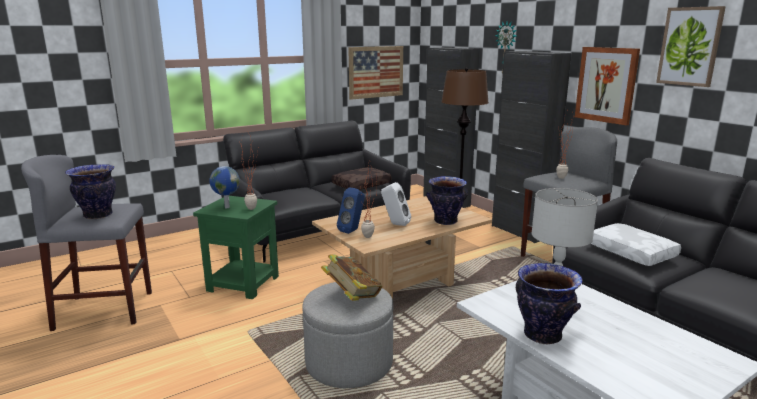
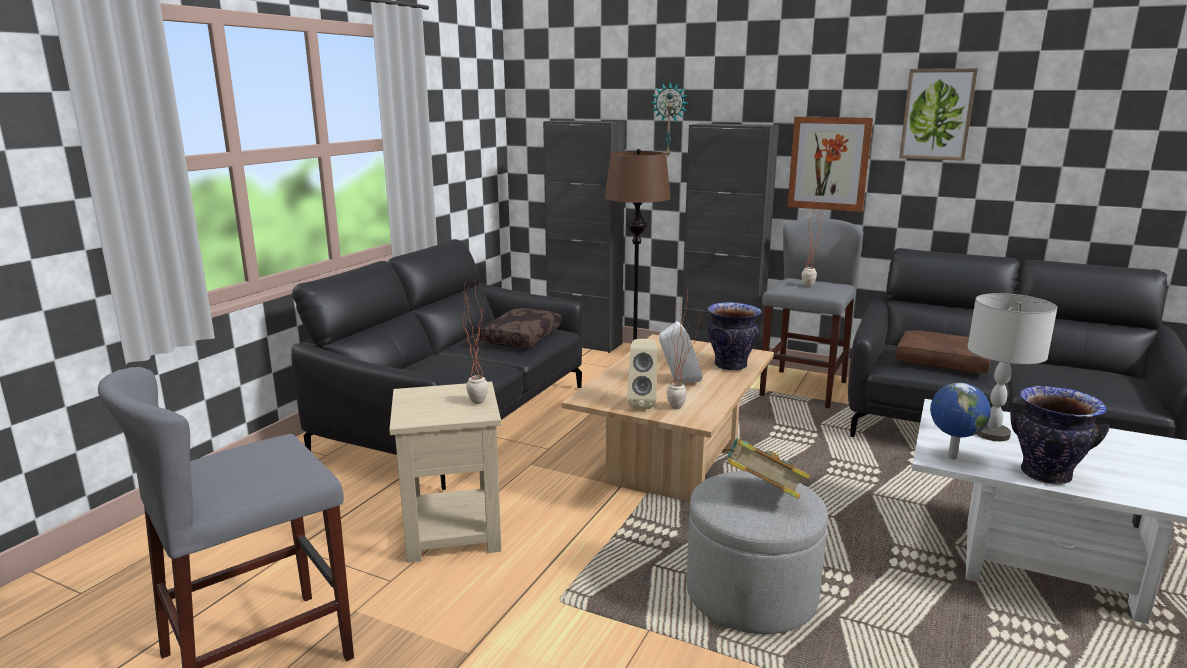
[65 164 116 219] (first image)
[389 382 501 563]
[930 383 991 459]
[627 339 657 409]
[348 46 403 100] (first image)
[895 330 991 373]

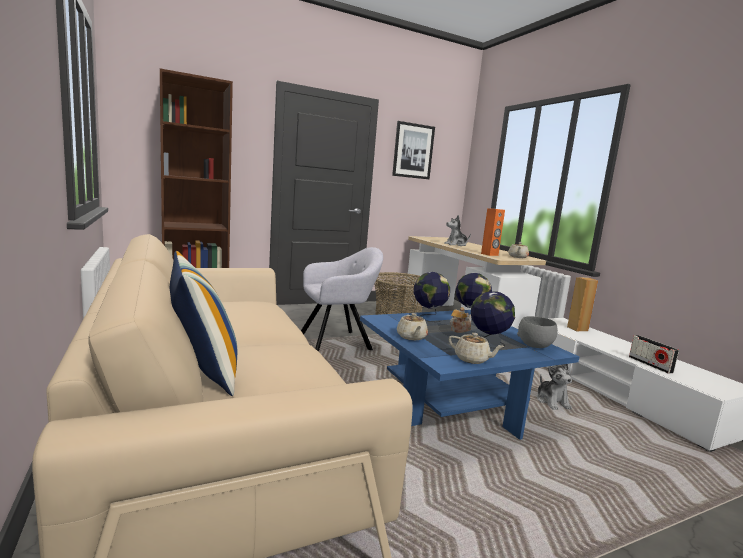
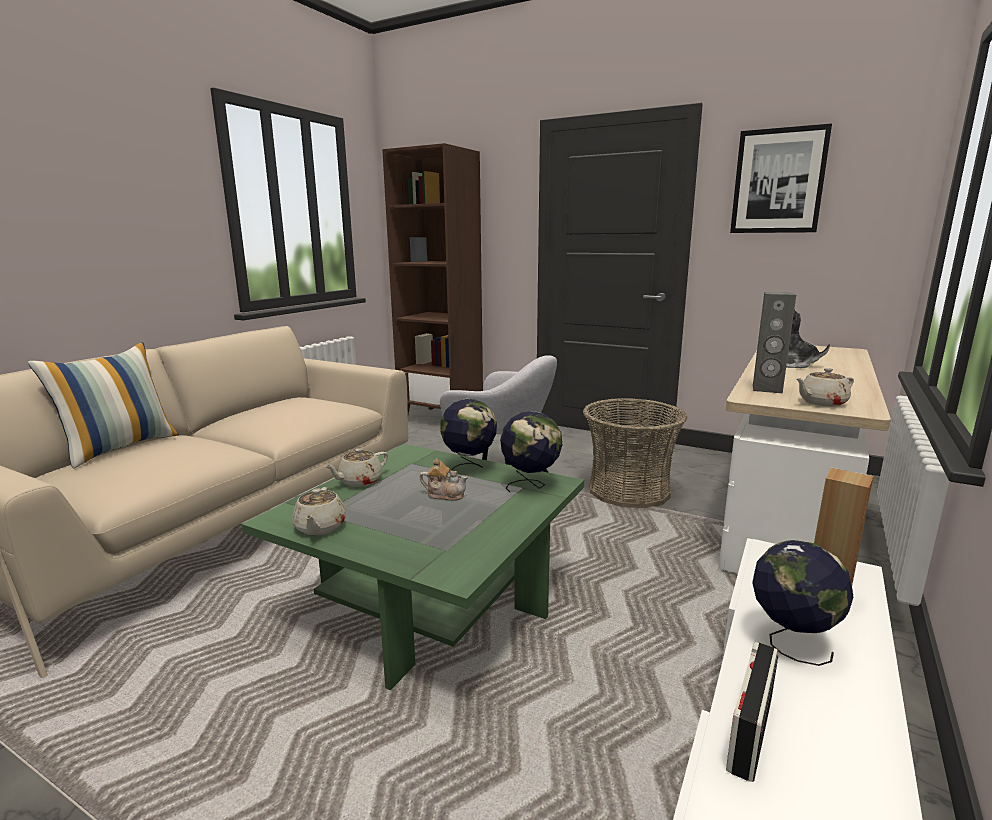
[242 444 584 690]
[752 540 853 666]
[753 292 796 393]
[517 316 558 348] (first image)
[536 364 572 410] (first image)

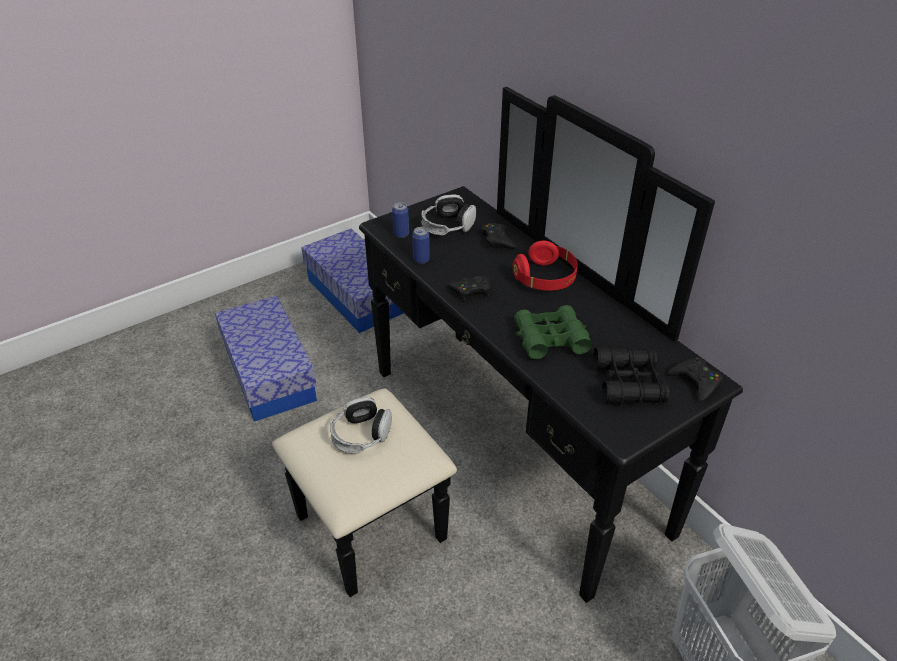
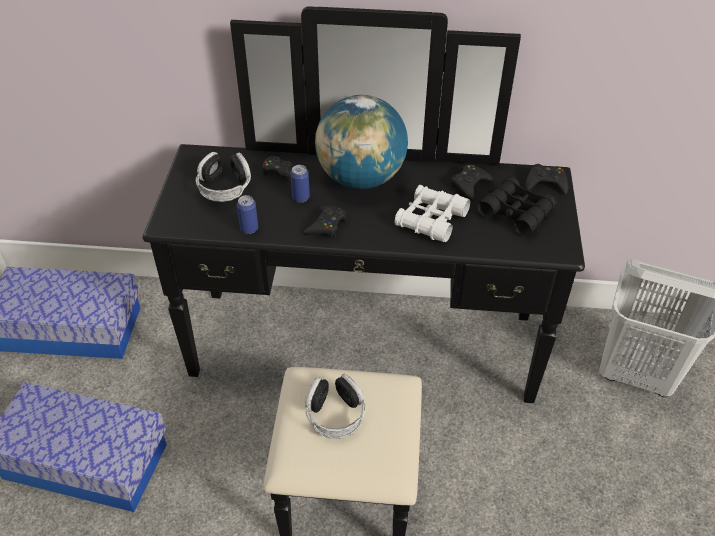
[290 165 310 203]
[315 95 408 189]
[394 185 470 242]
[451 164 494 201]

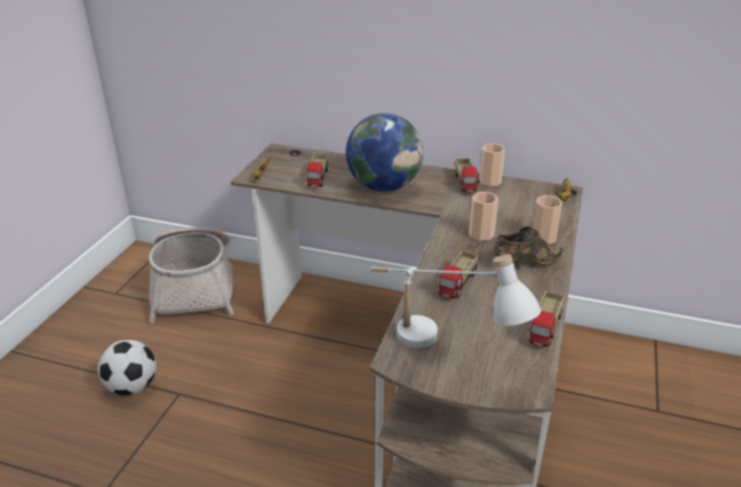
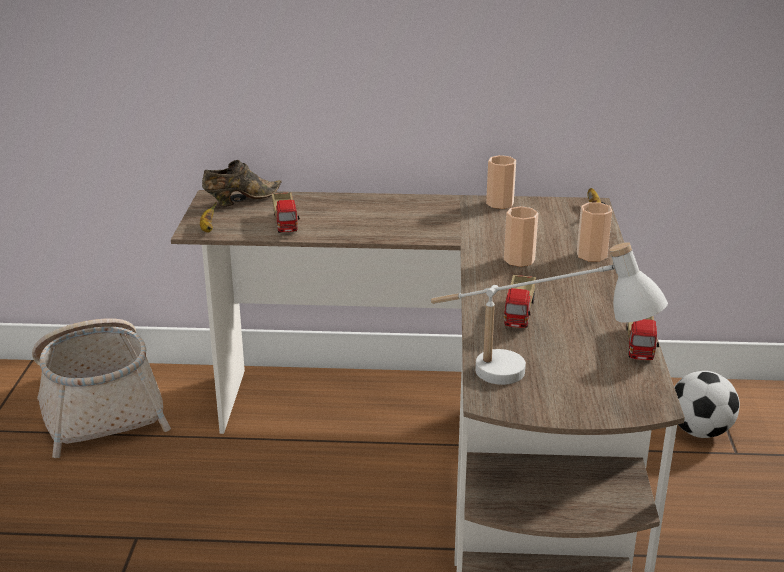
[674 371 740 438]
[346 113 423 192] (first image)
[455 159 480 192] (first image)
[202 160 282 207]

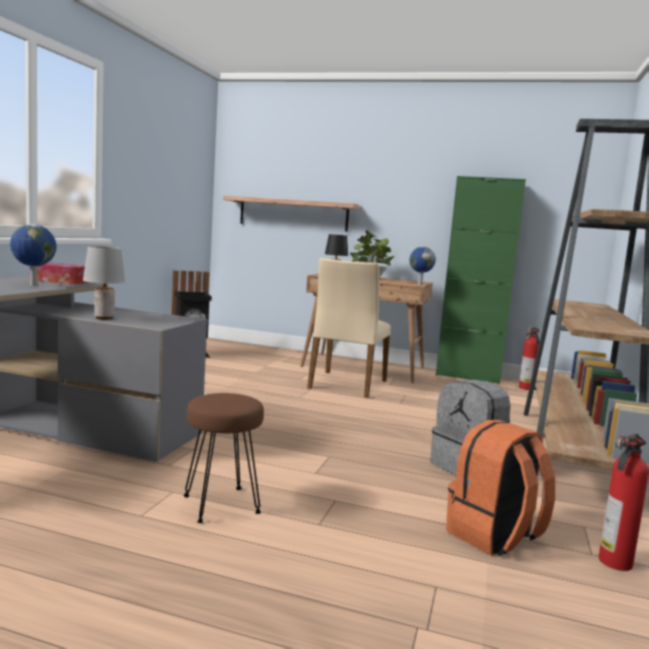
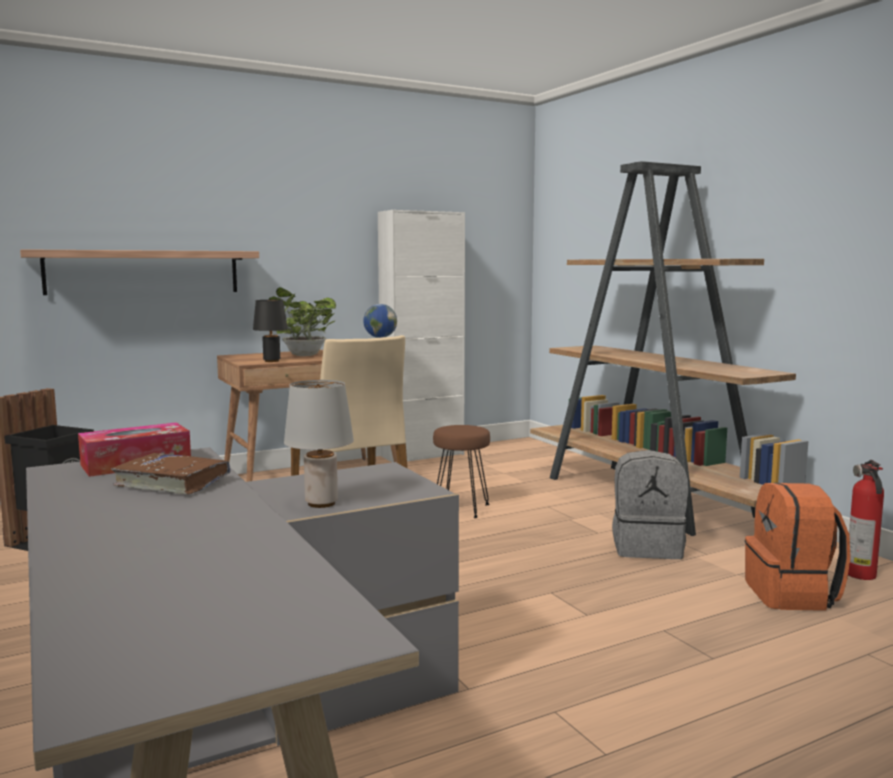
[111 453 231 494]
[433 425 490 518]
[378 210 465 462]
[519 327 540 390] (first image)

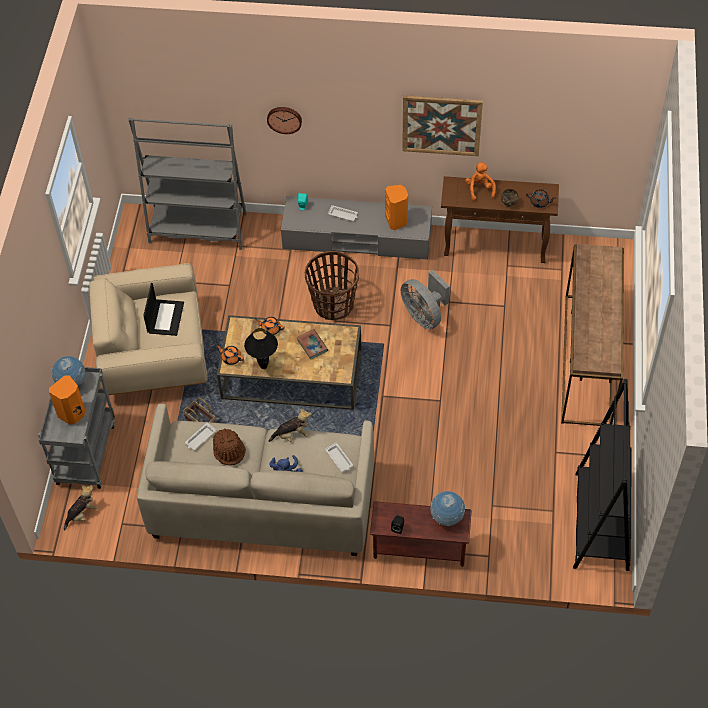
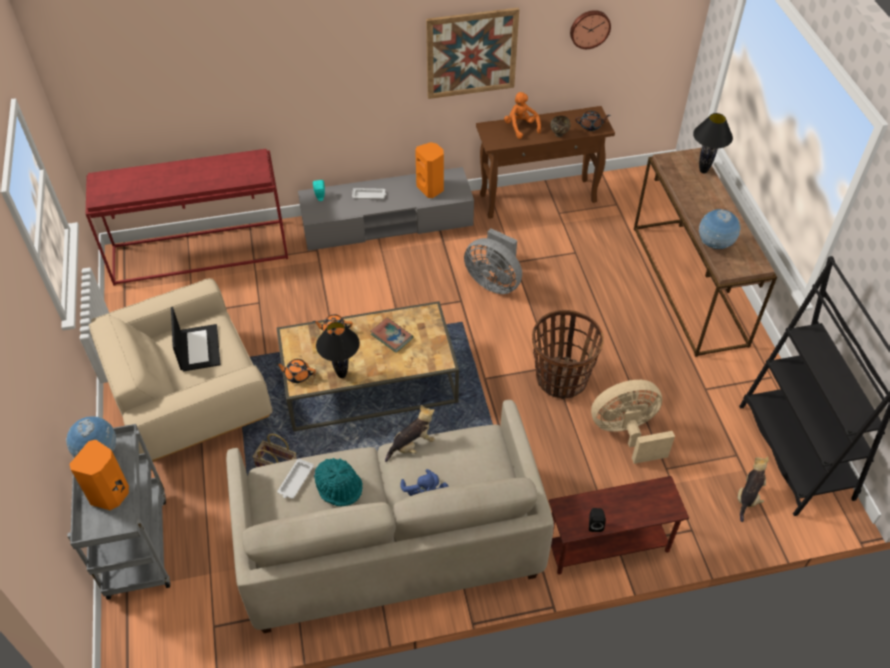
[738 456 769 522]
[86 149 288 286]
[314 458 363 506]
[570 10 611 49]
[532 310 604 399]
[325 443 353 472] (first image)
[699 209 741 249]
[591 380 675 464]
[693 113 733 173]

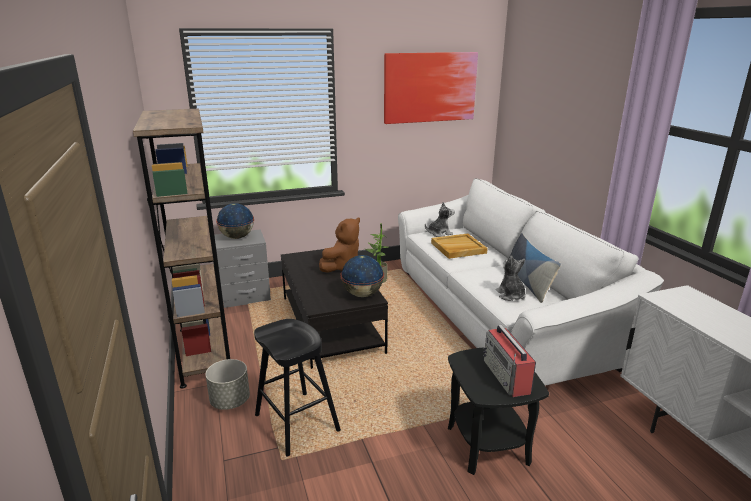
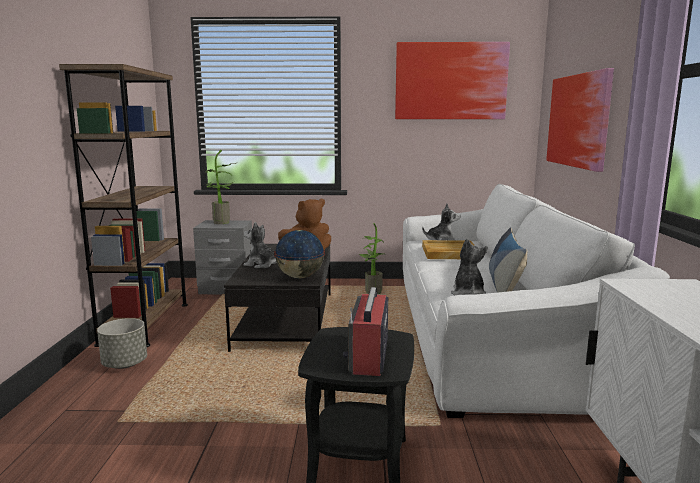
[206 150 236 224]
[254 319 341 457] (first image)
[244 222 276 268]
[546 68 614 172]

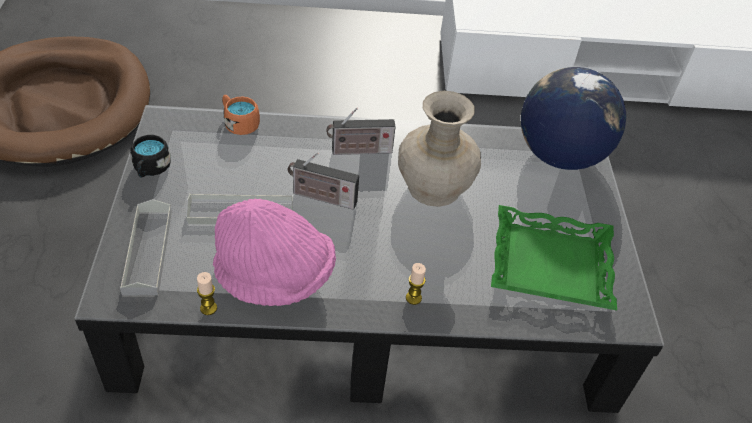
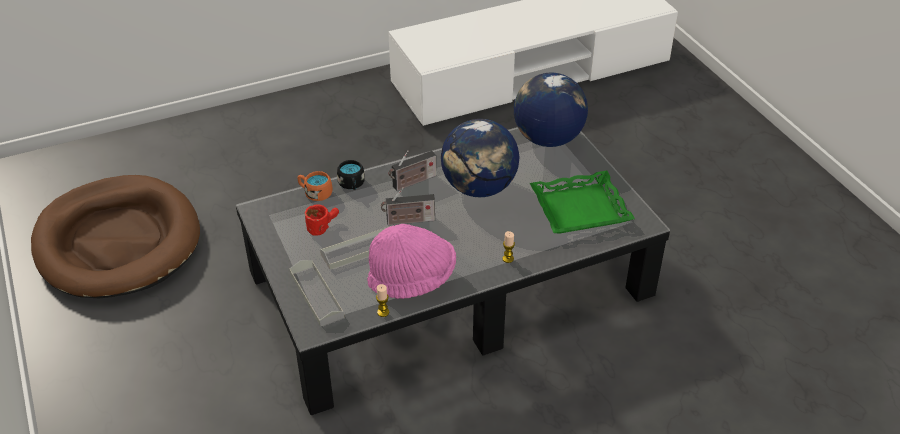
[337 160 365 190]
[441 119 519 197]
[305 205 339 236]

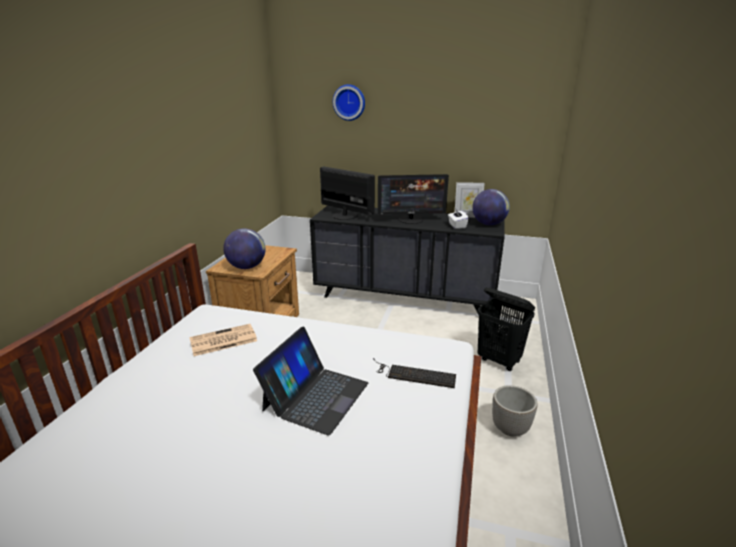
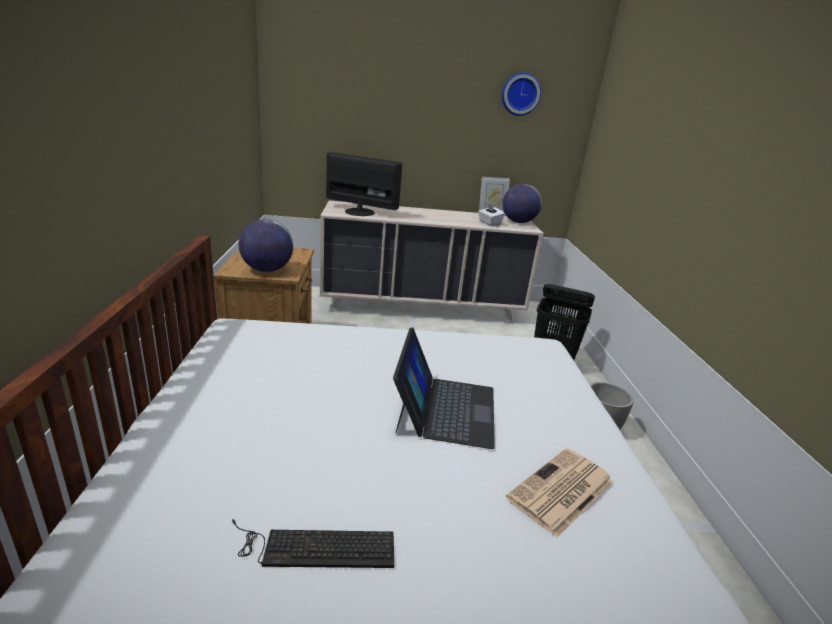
[506 448 613 538]
[320 201 544 323]
[502 72 541 116]
[232 519 394 568]
[378 174 449 224] (first image)

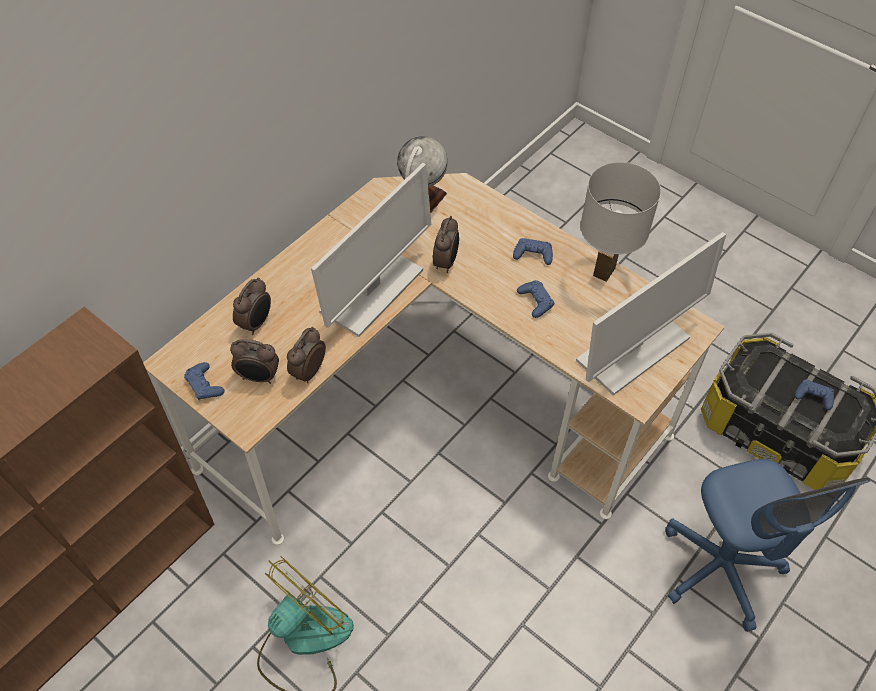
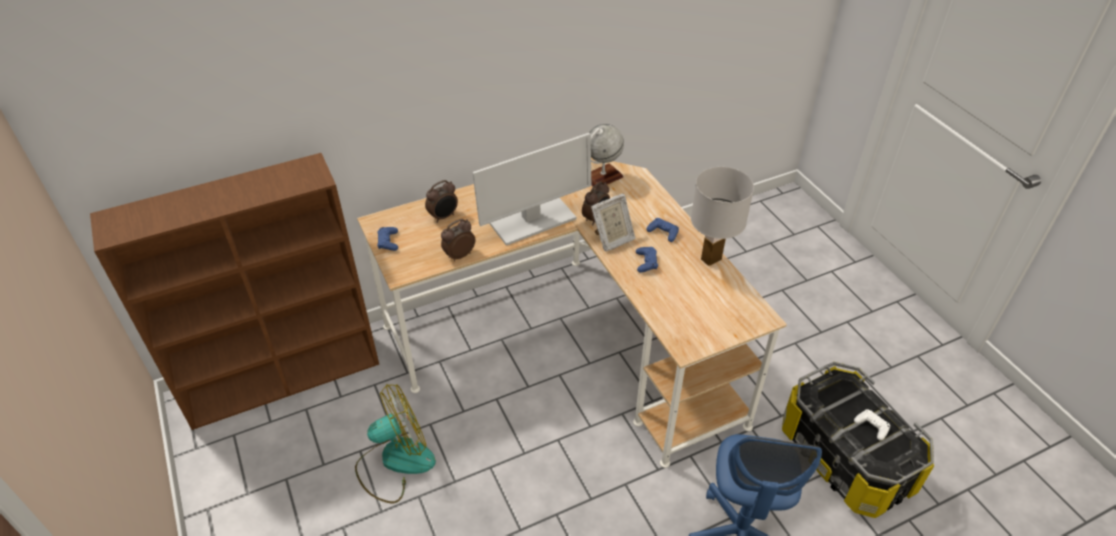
[230 339 279 384] (first image)
[576 232 726 395] (first image)
[854 409 890 441]
[591 193 635 252]

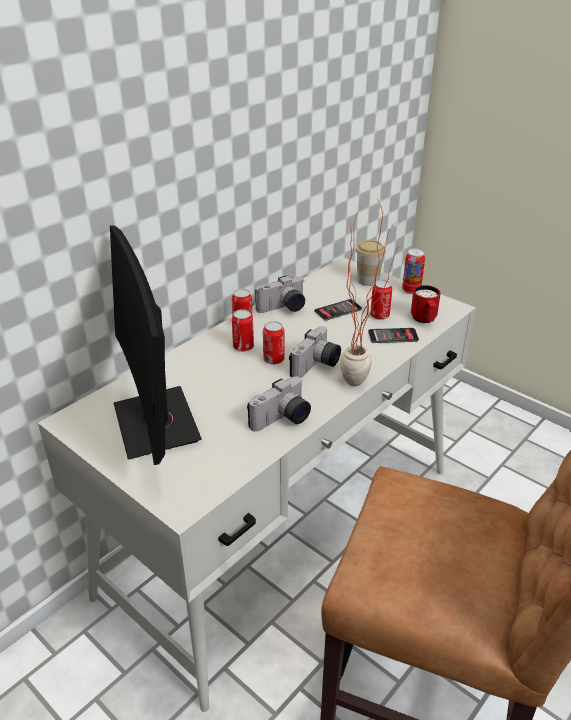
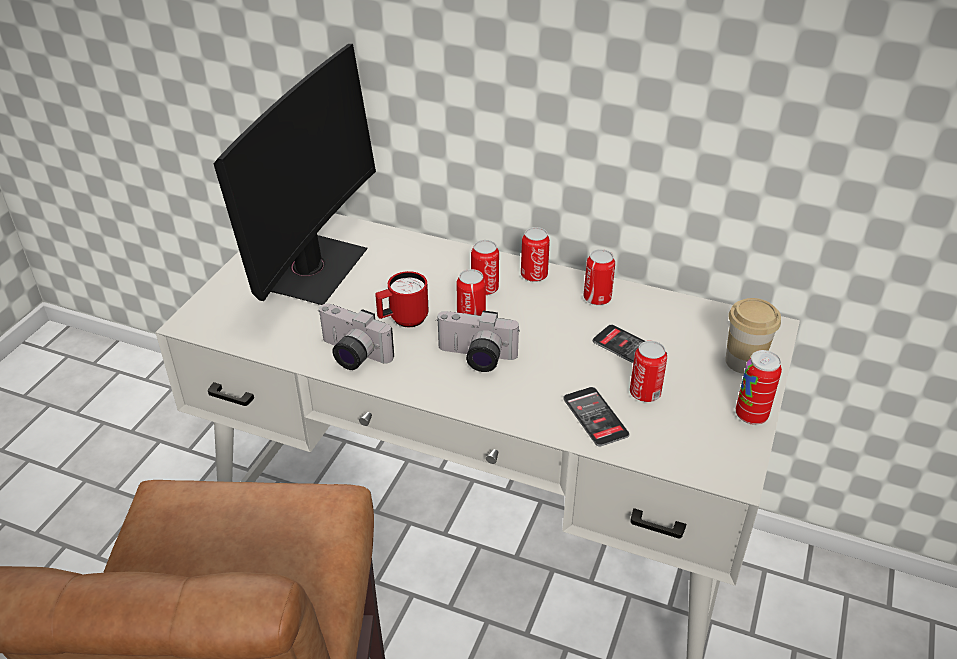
[213 44 376 305]
[584 249 615 305]
[340 199 398 386] (first image)
[375 271 429 327]

